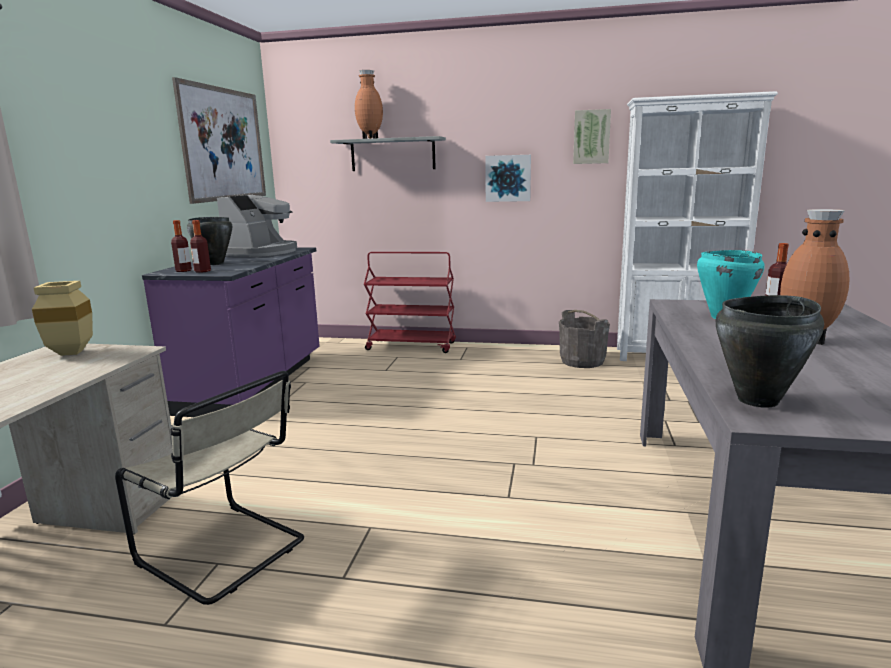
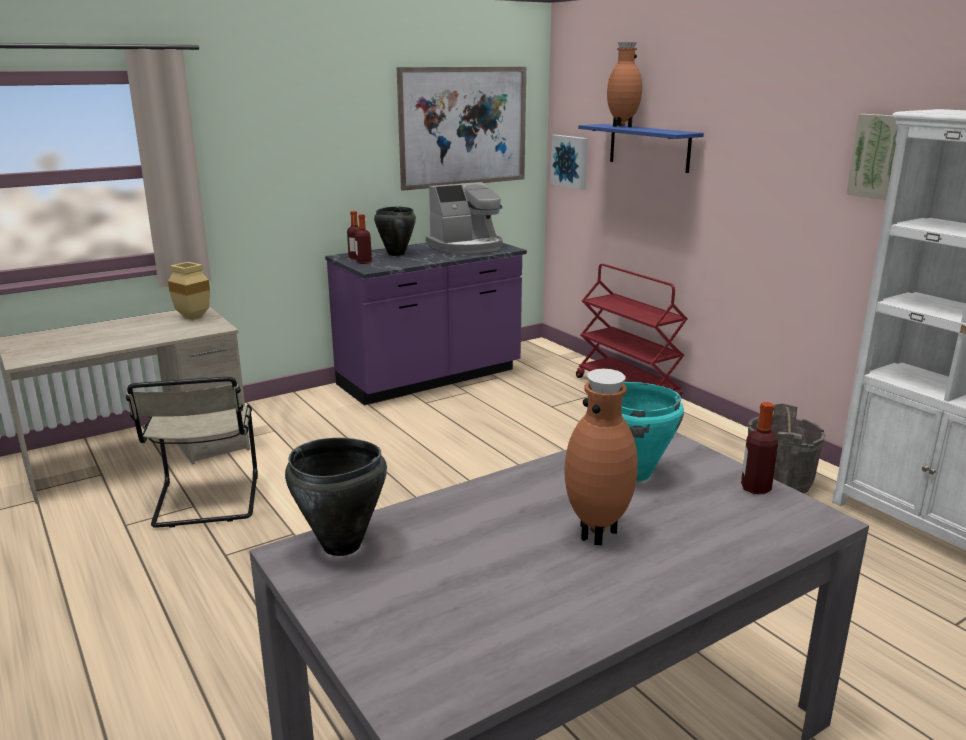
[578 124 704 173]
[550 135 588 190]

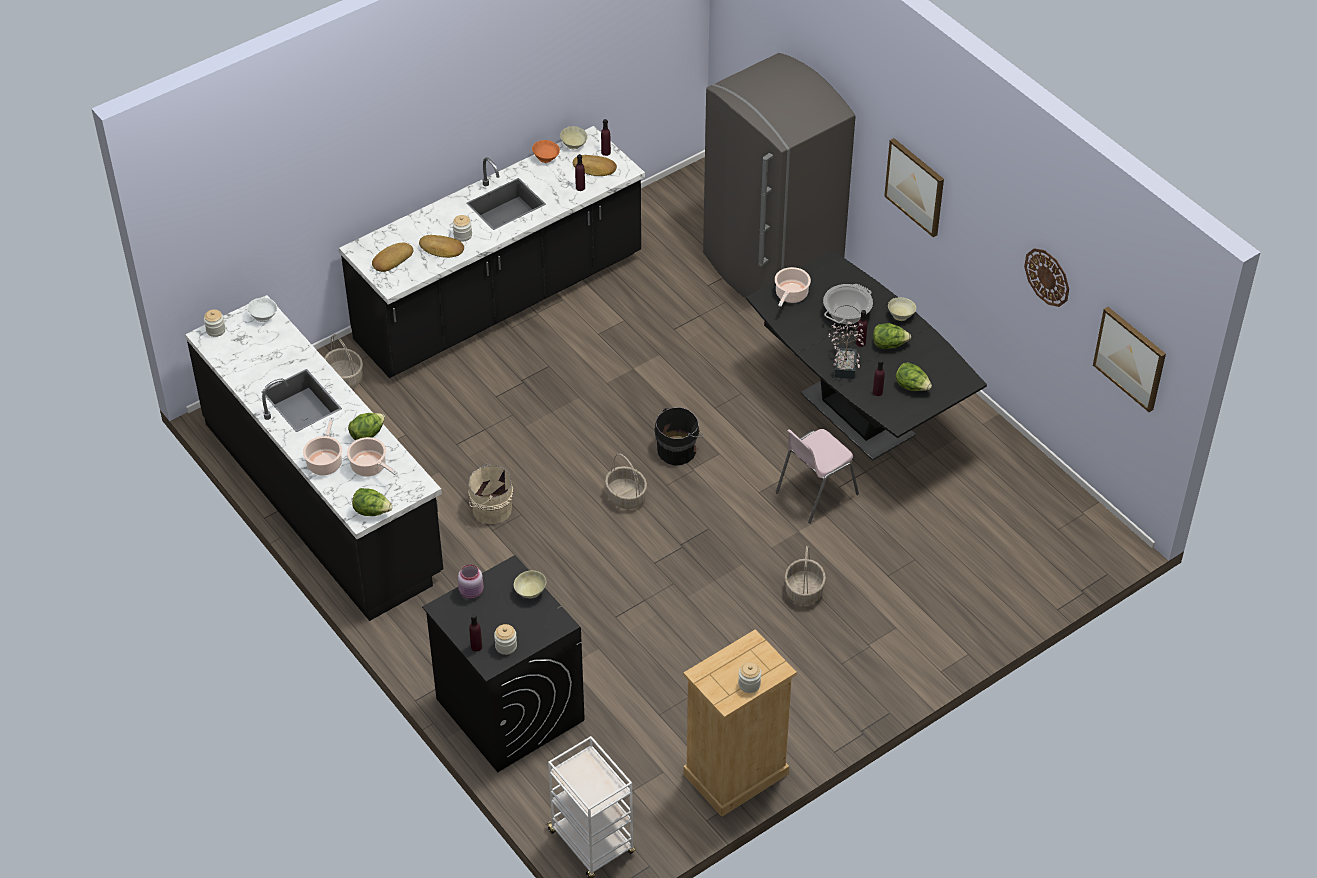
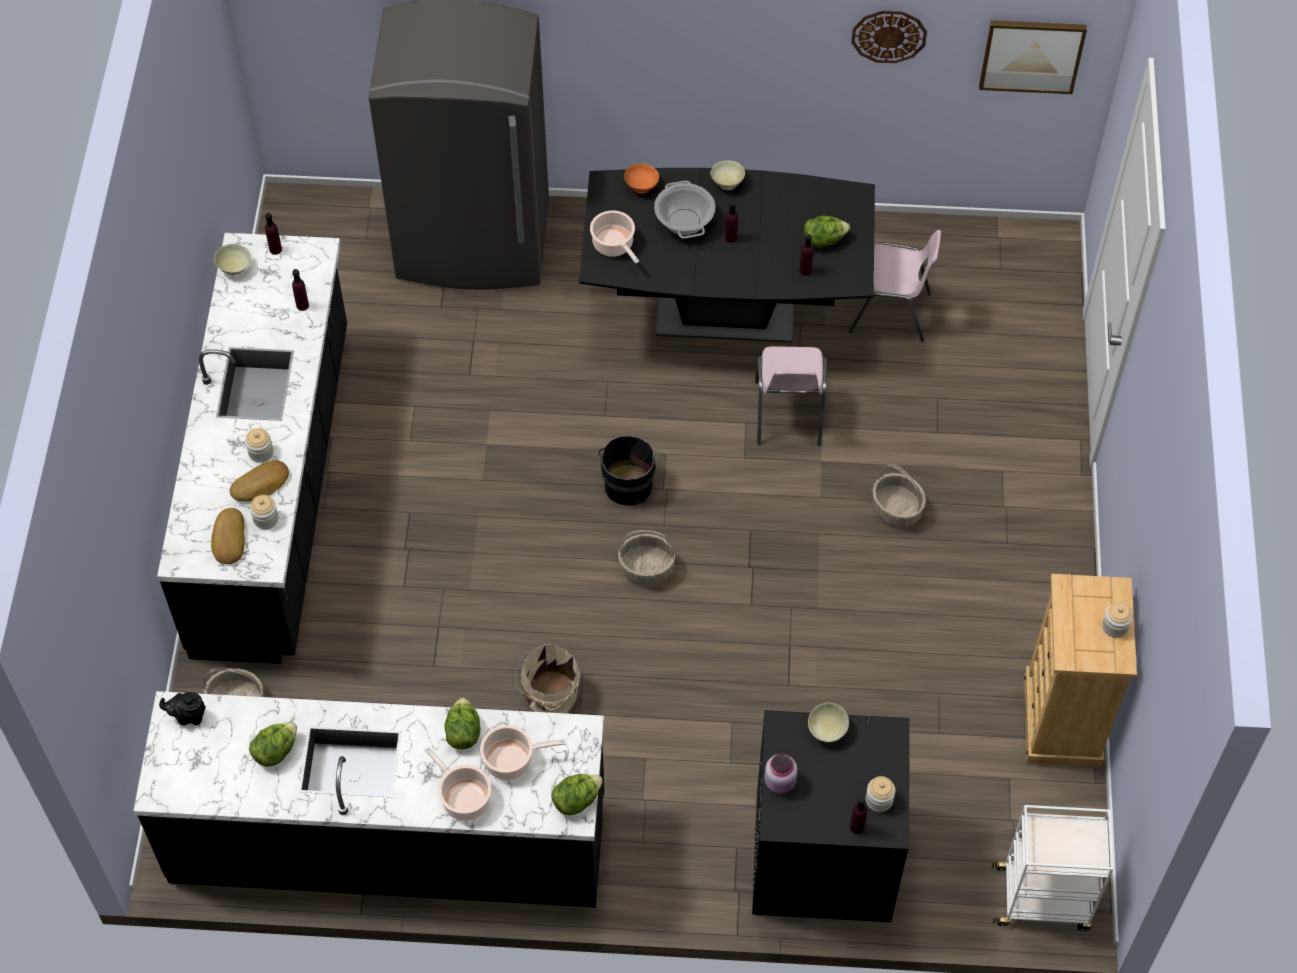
[250 495 279 529]
[159 692 206 725]
[624 163 659 194]
[573 155 617 176] (first image)
[828 322 864 379] (first image)
[249 722 297 767]
[884 138 944 237] (first image)
[849 230 941 342]

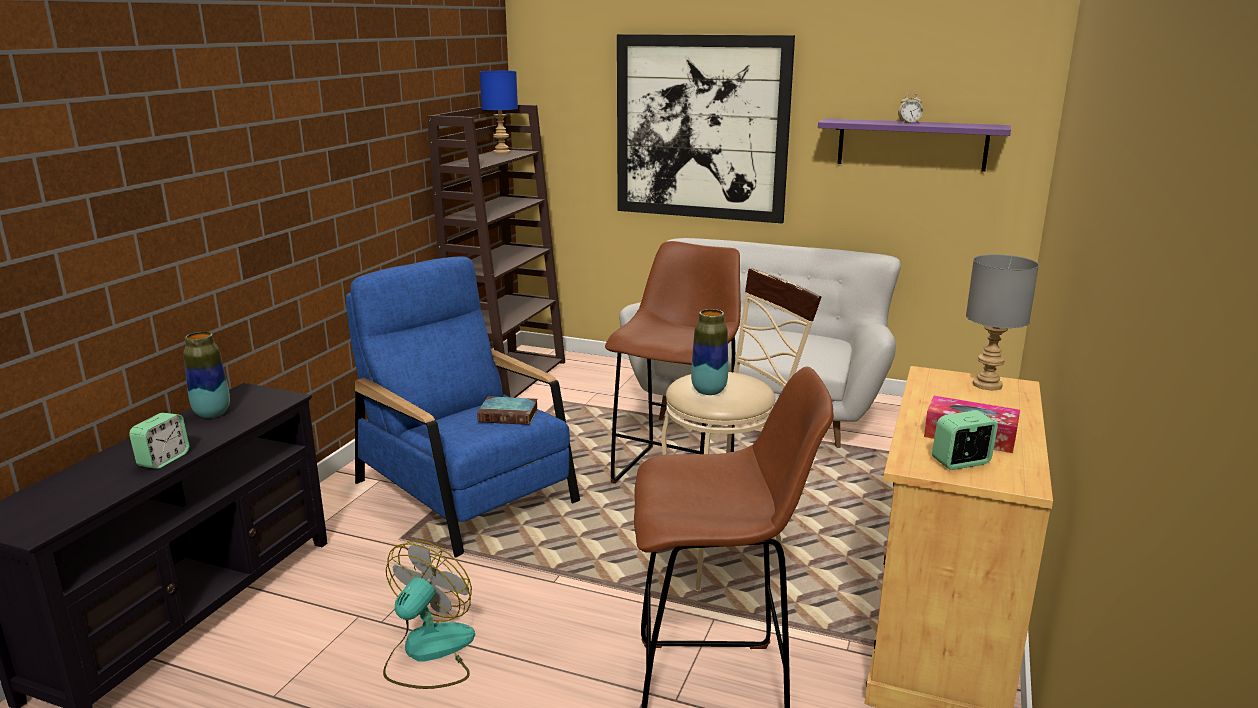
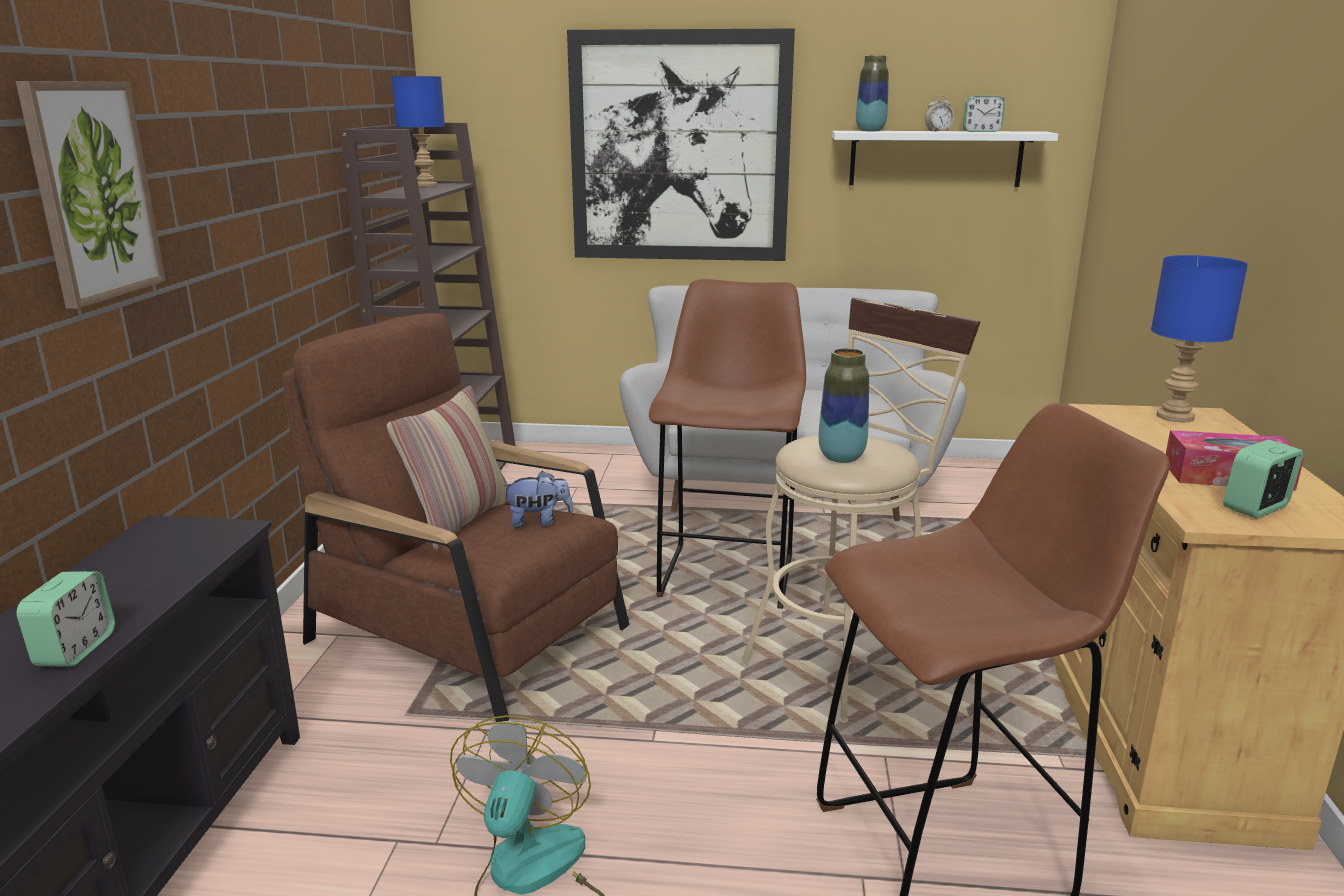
[856 55 889 131]
[283 313 629 722]
[502 471 573 528]
[832 131 1058 187]
[1151 255 1248 422]
[16 81 166 309]
[387 386 509 550]
[963 95 1005 132]

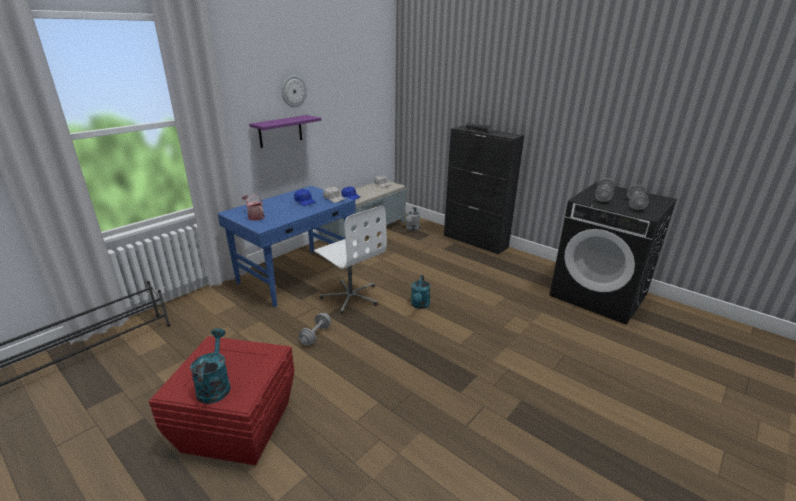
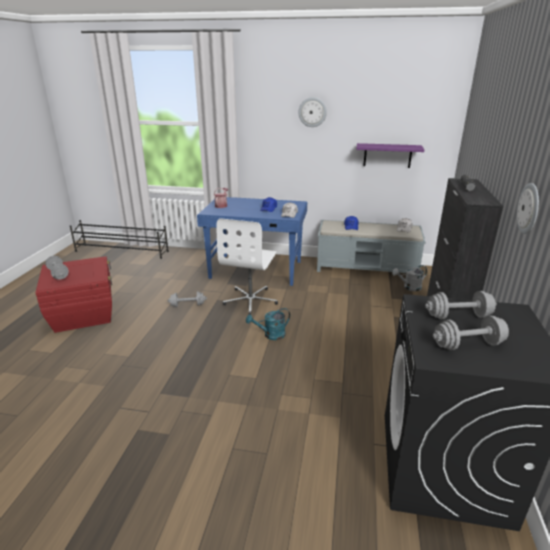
[45 256 69 279]
[356 143 425 168]
[517 183 539 234]

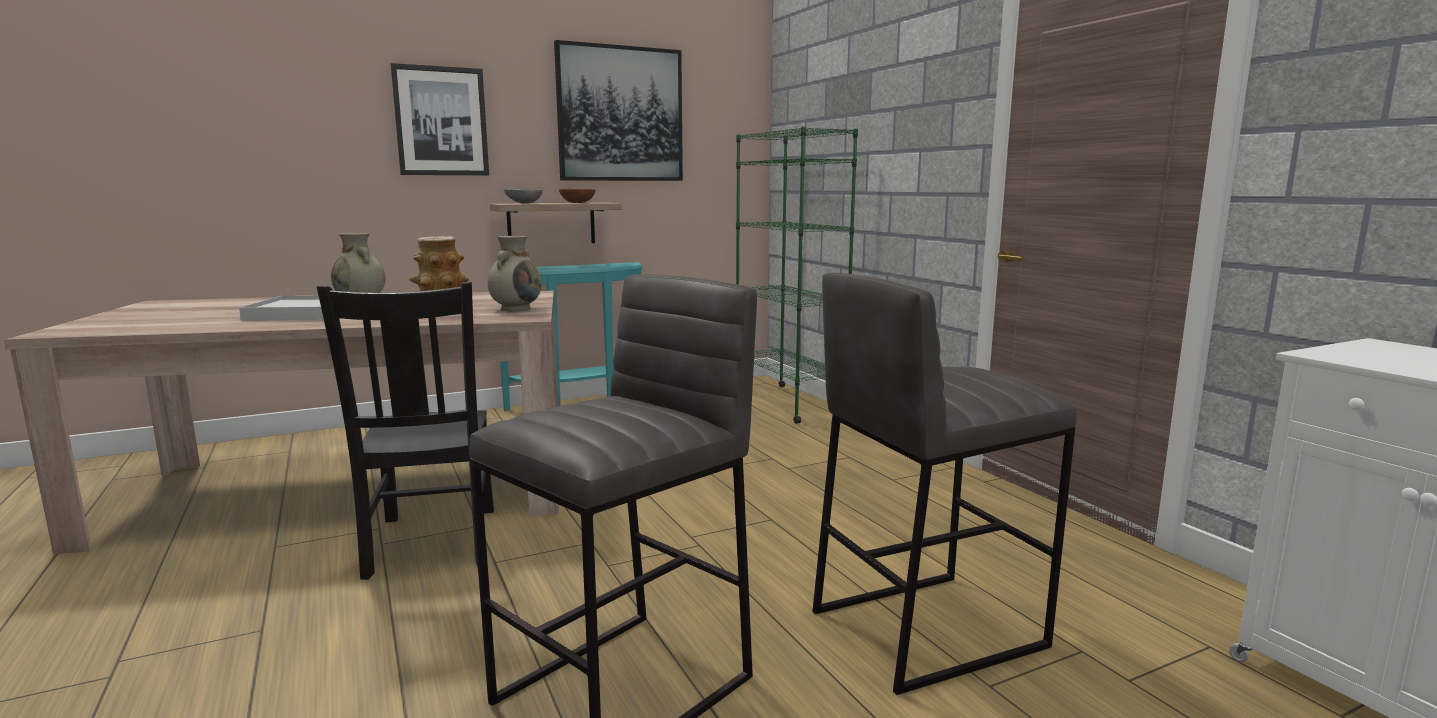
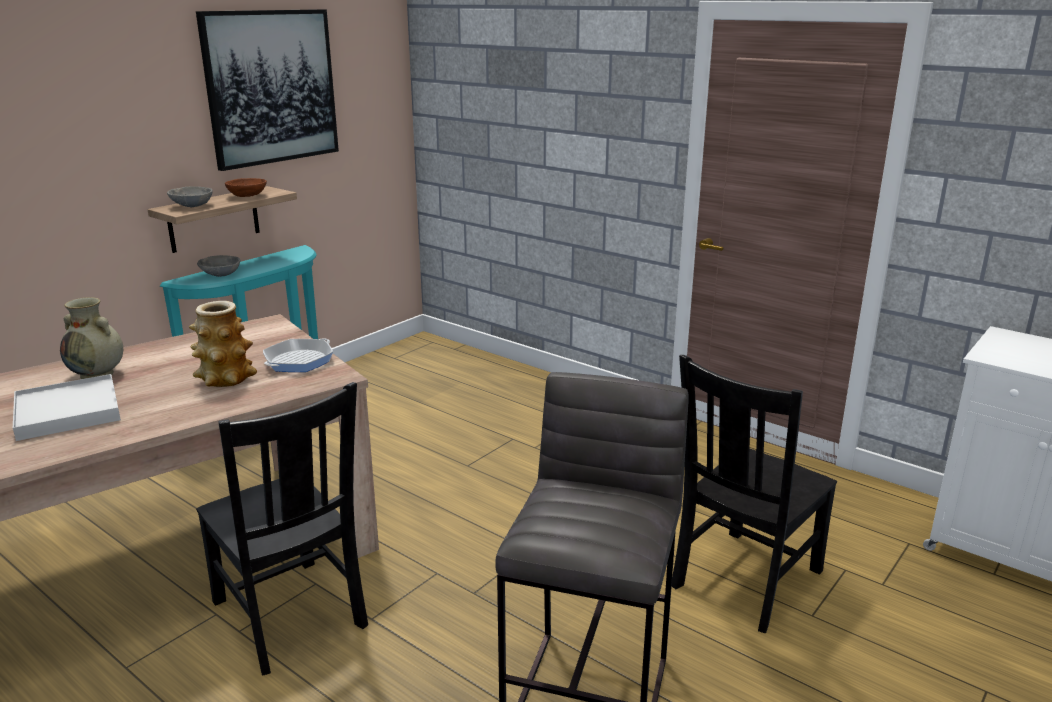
[391 63 489 175] (first image)
[263 338 333 372]
[736 126 858 424] (first image)
[672 355 837 633]
[197 255 240 277]

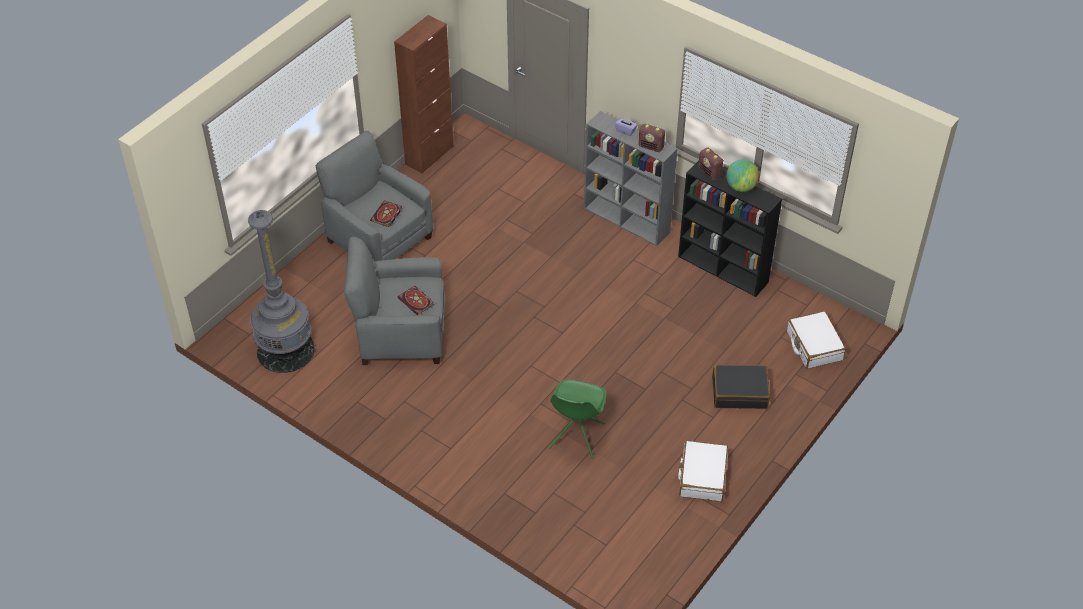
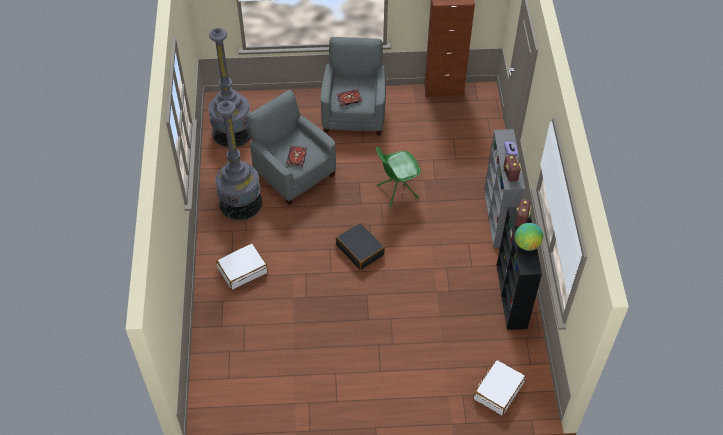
[376 147 421 209]
[216 243 268 290]
[336 222 385 270]
[215 101 262 220]

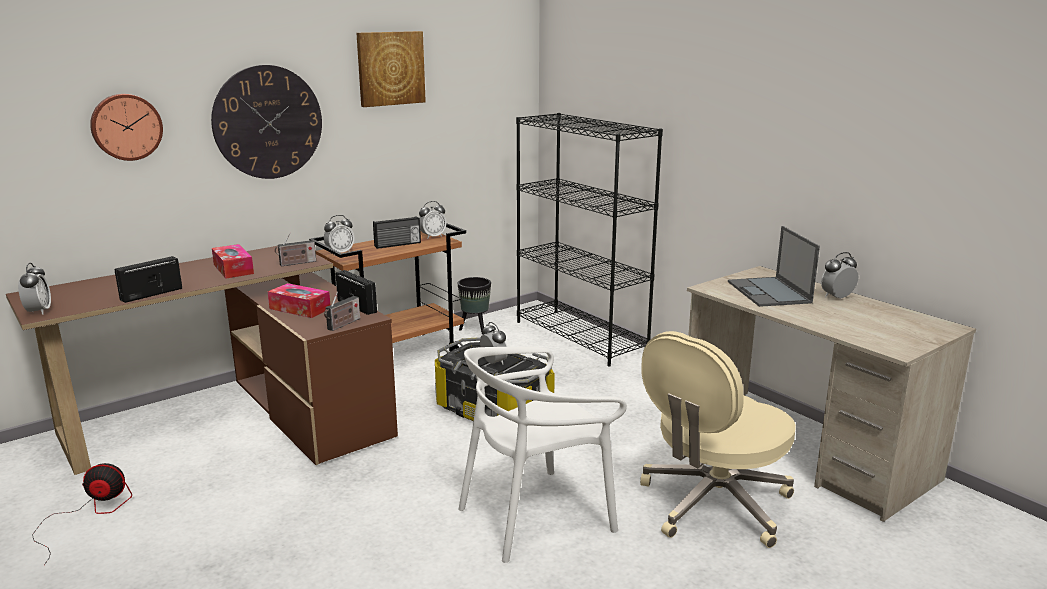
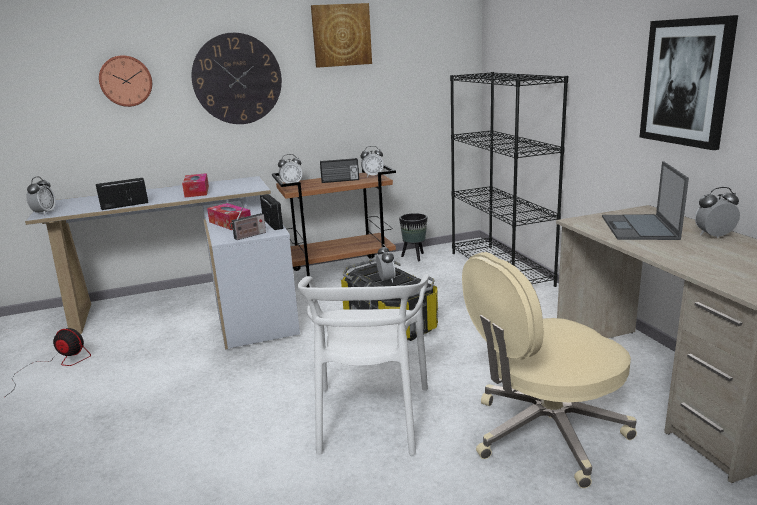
[25 176 300 349]
[275 233 316 266] (first image)
[298 274 429 456]
[639 15 738 150]

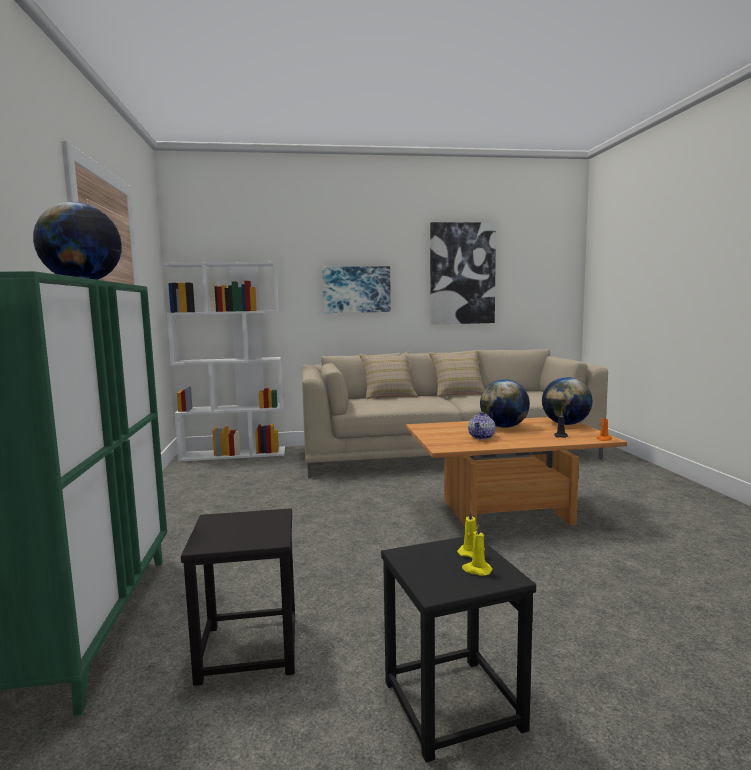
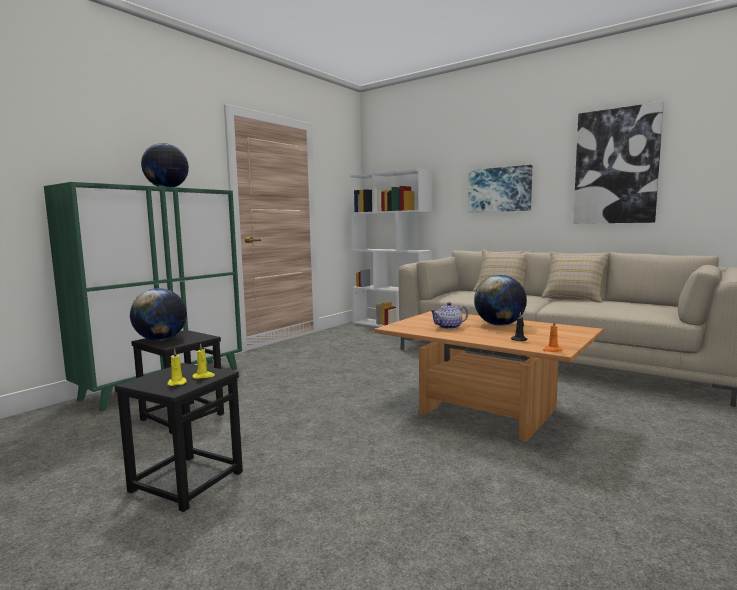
[130 288 187 341]

